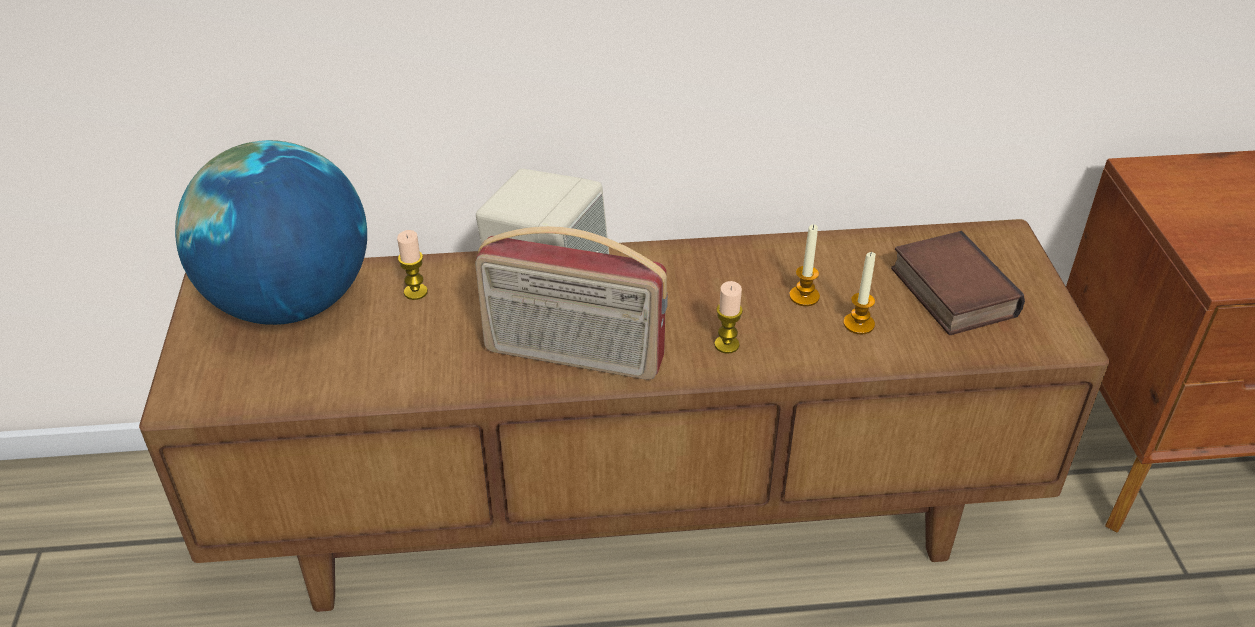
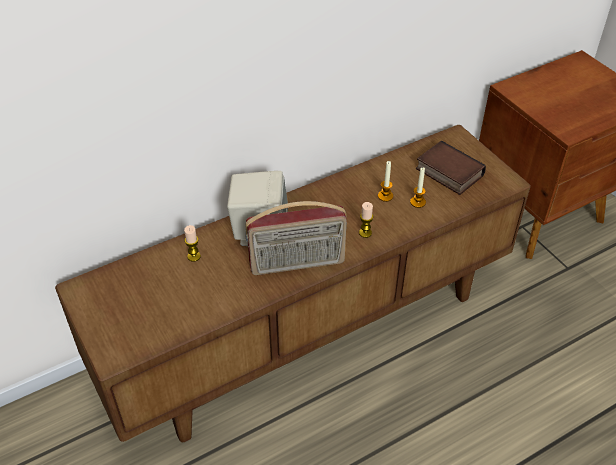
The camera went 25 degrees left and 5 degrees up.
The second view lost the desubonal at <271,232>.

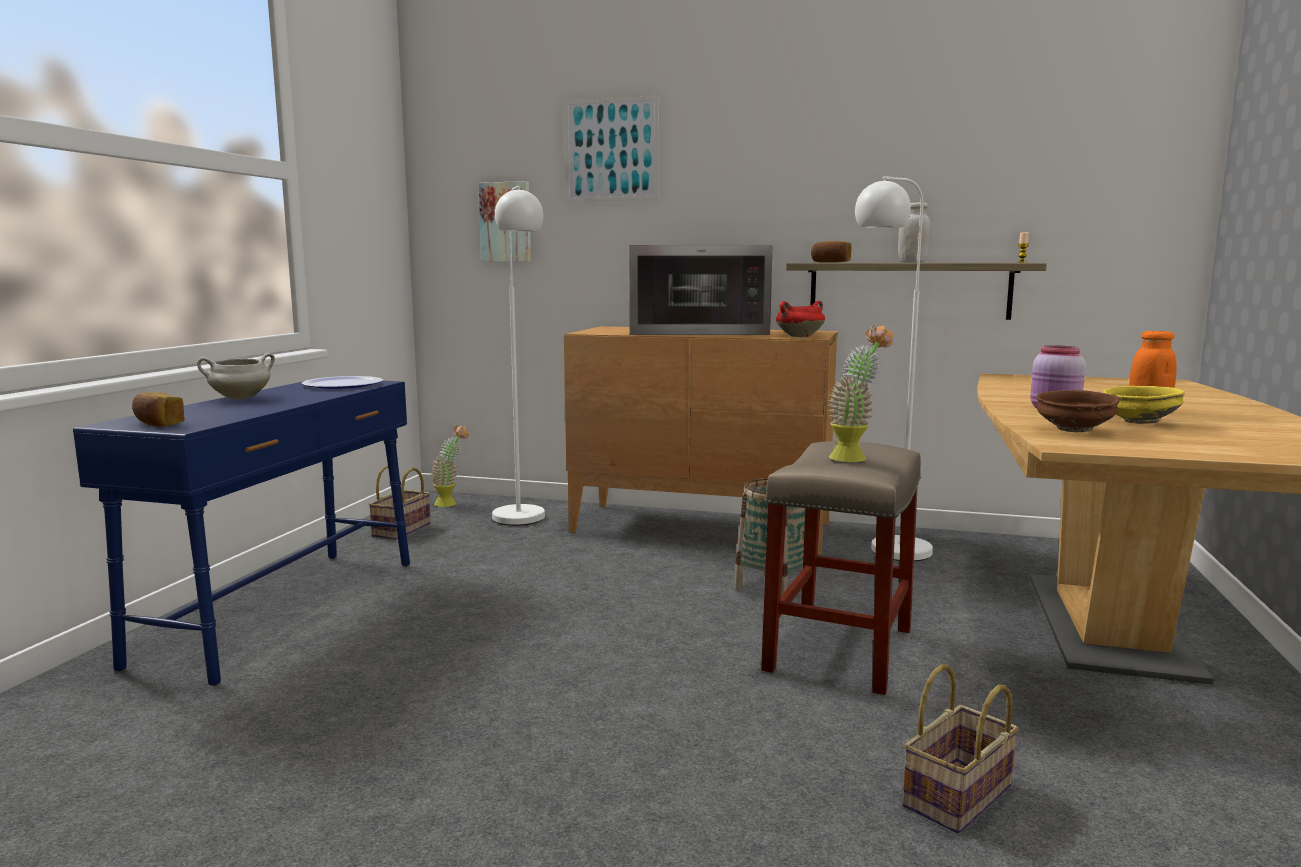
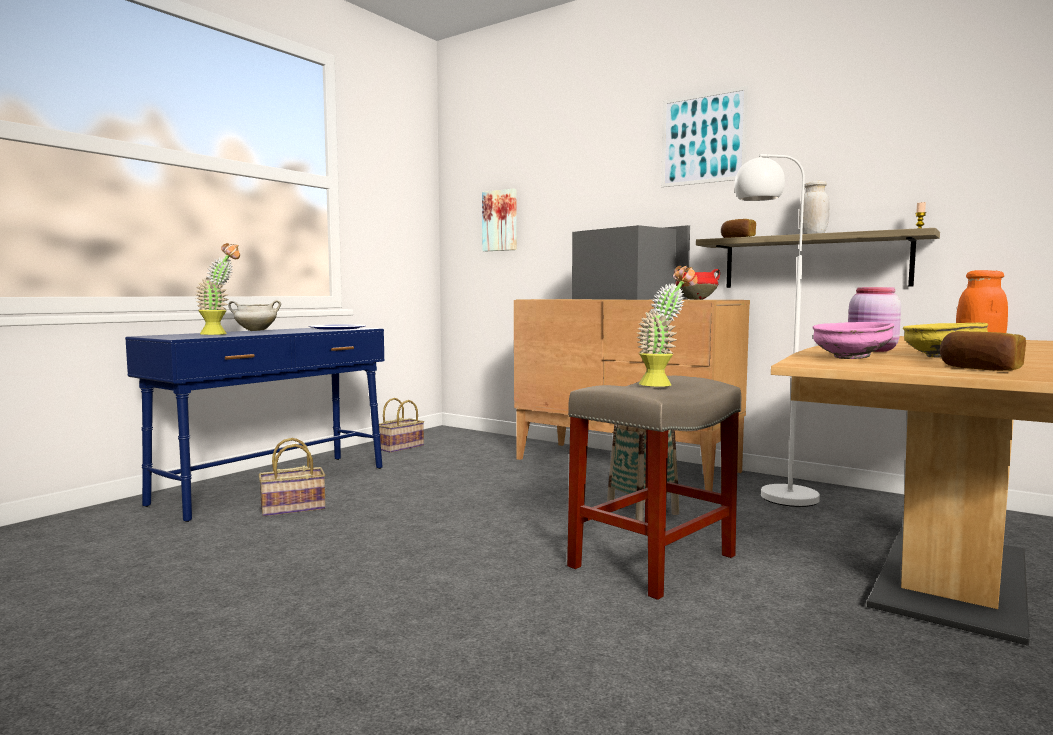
The camera went 20 degrees right and 5 degrees down.
The second view lost the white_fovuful at <518,355>.
The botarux ended up elsewhere, having gone from <158,409> to <983,351>.
The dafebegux ended up elsewhere, having gone from <449,466> to <217,289>.
The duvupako ended up elsewhere, having gone from <611,148> to <704,136>.
The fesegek ended up elsewhere, having gone from <960,749> to <292,477>.
What was the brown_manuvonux at <1078,411> turned into the pink_manuvonux at <853,340>.
The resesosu at <701,290> ended up facing another way, 150 degrees counterclockwise from before.

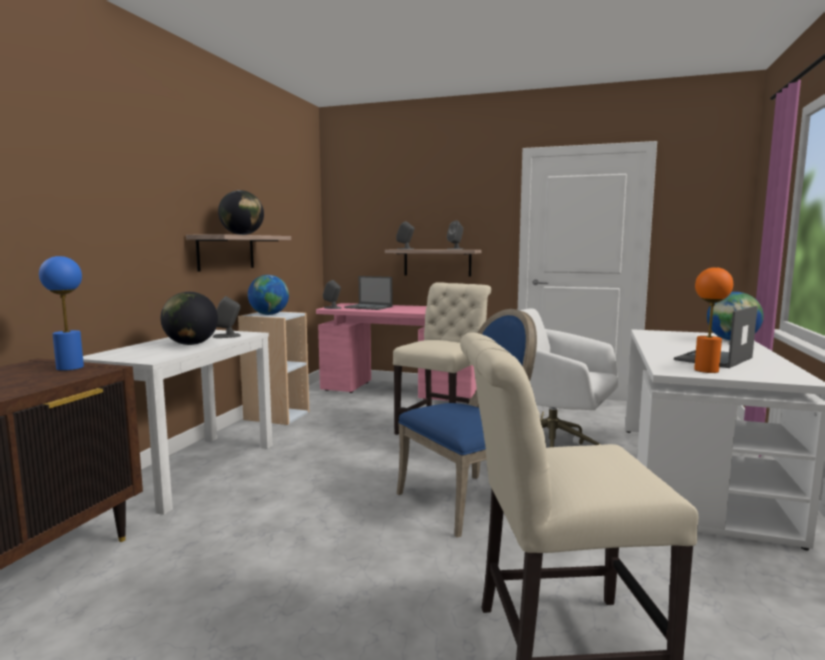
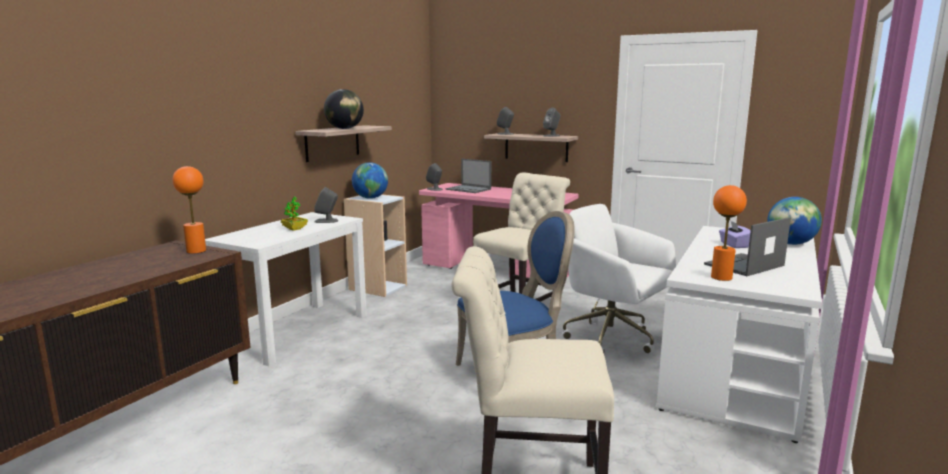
The camera went 10 degrees right and 5 degrees up.
The second view gained the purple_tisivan at <735,234>.
Where the desubonal stood at <189,318>, the dafebegux came to stand at <294,213>.
What was the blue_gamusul at <61,313> turned into the orange_gamusul at <189,210>.

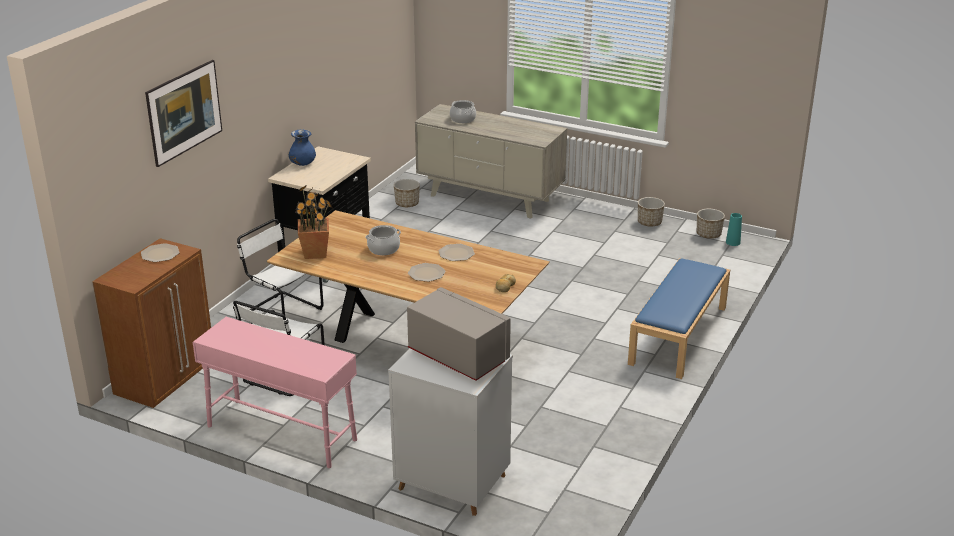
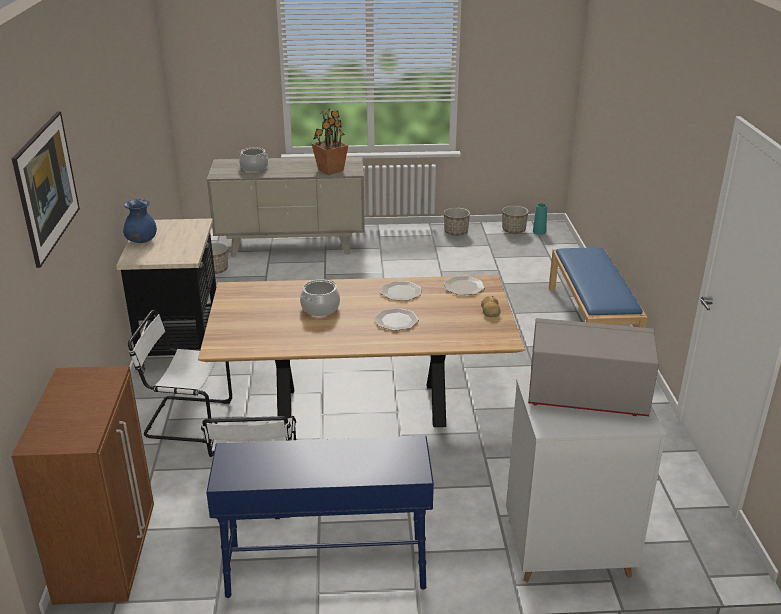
The camera went 30 degrees left and 0 degrees up.
The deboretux ended up elsewhere, having gone from <160,252> to <464,285>.
The dafebegux ended up elsewhere, having gone from <313,222> to <330,142>.
What was the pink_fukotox at <275,392> turned into the blue_fukotox at <320,517>.

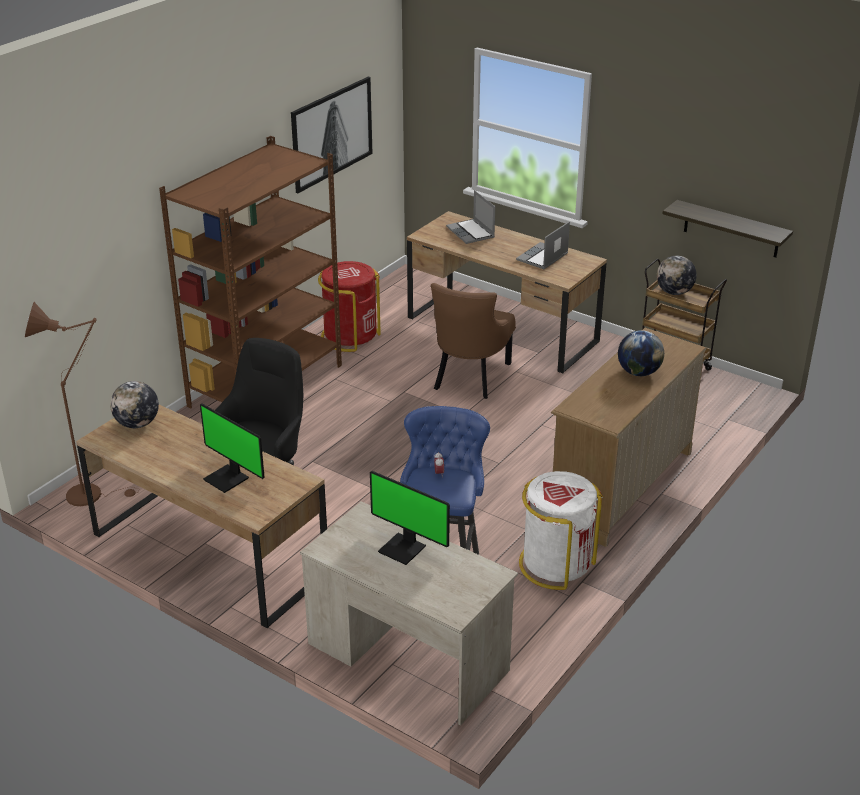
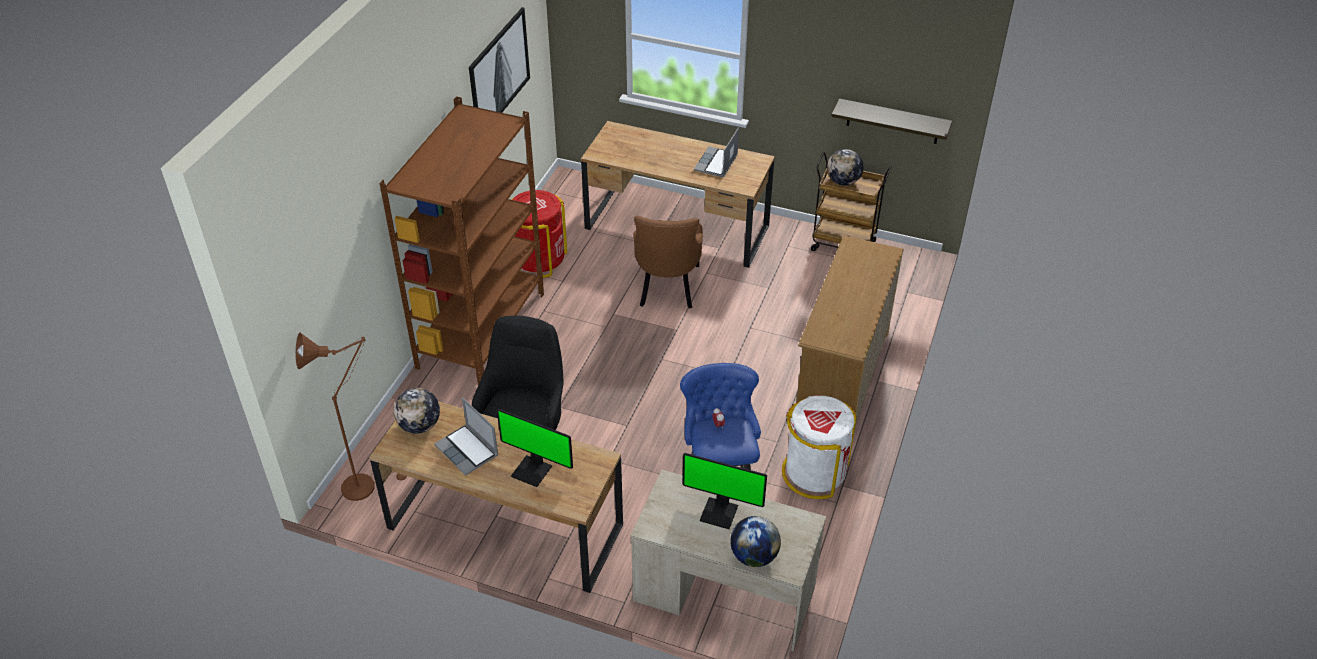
The camera went 15 degrees left and 10 degrees up.
The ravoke ended up elsewhere, having gone from <470,217> to <466,436>.
The desubonal ended up elsewhere, having gone from <641,353> to <755,541>.

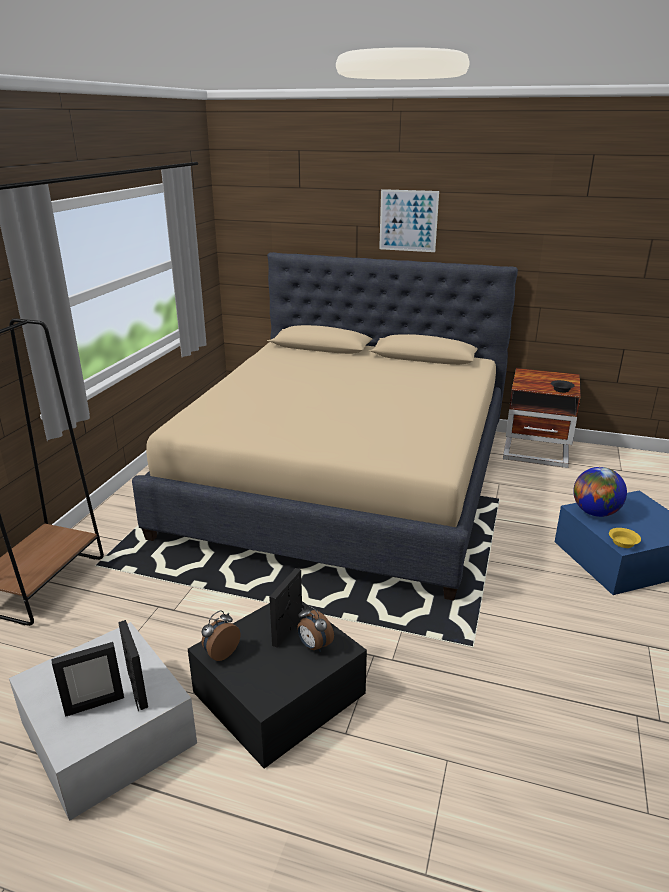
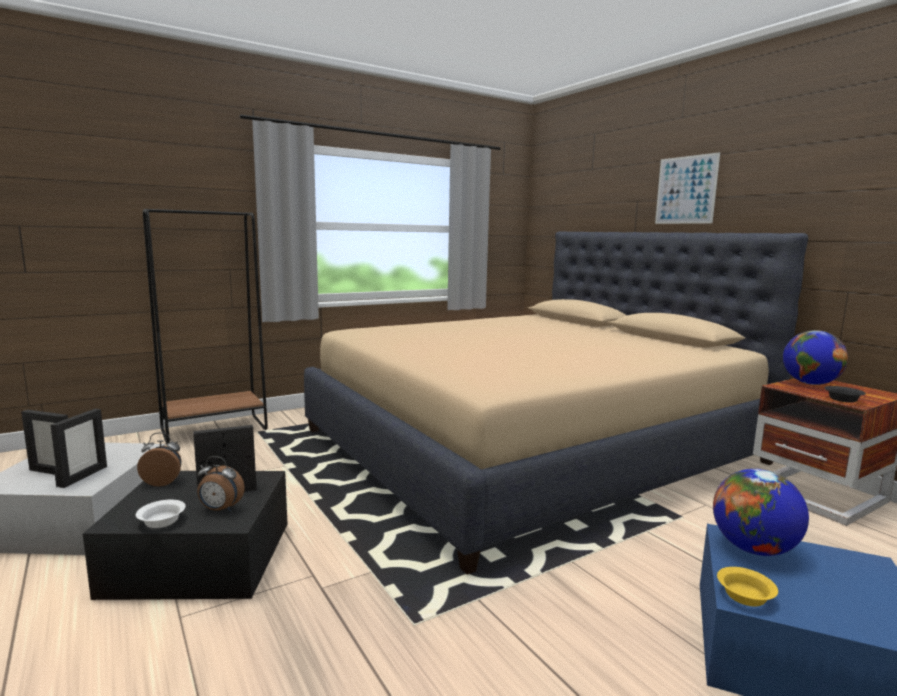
The camera went 40 degrees right and 15 degrees down.
The second view gained the white_manuvonux at <161,514>.
The second view gained the desubonal at <815,357>.
The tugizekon at <315,628> ended up facing another way, 75 degrees counterclockwise from before.

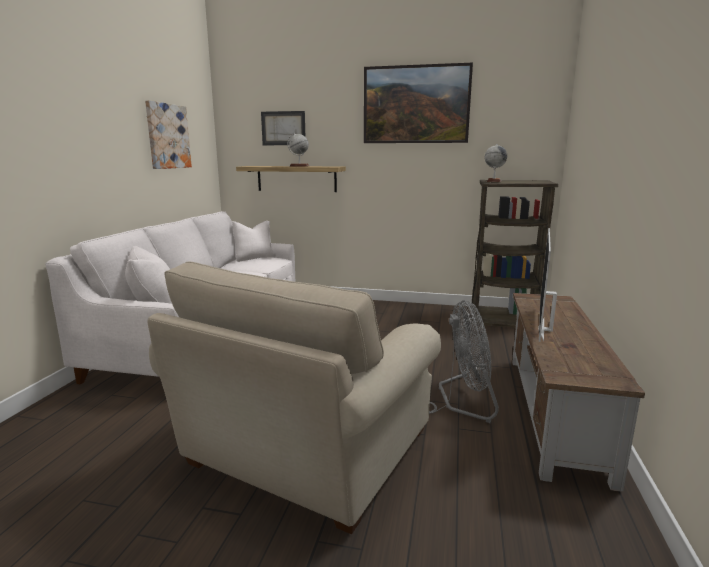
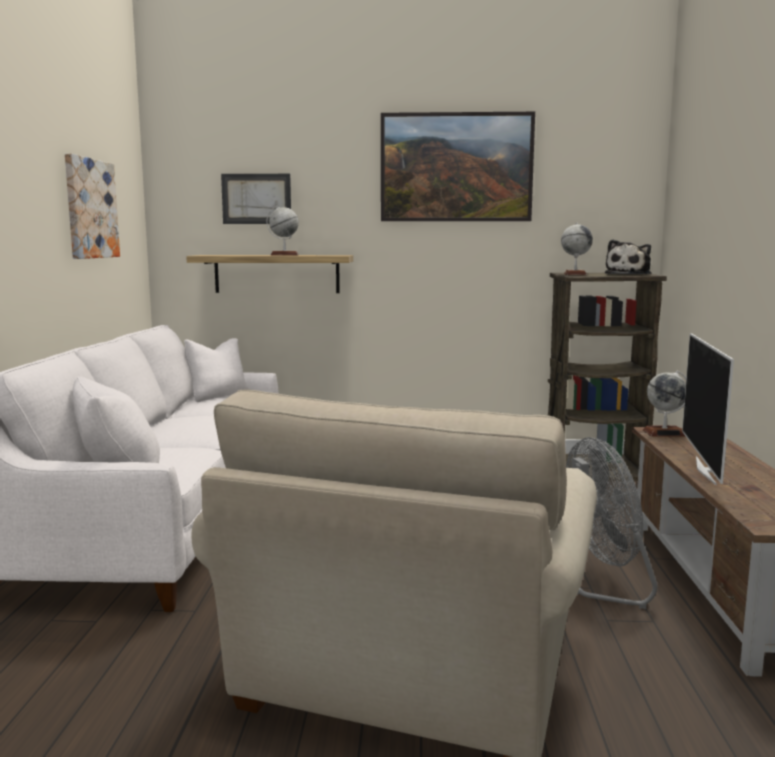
The camera went 10 degrees left and 5 degrees down.
The second view gained the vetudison at <628,257>.
The second view gained the desubonal at <664,403>.

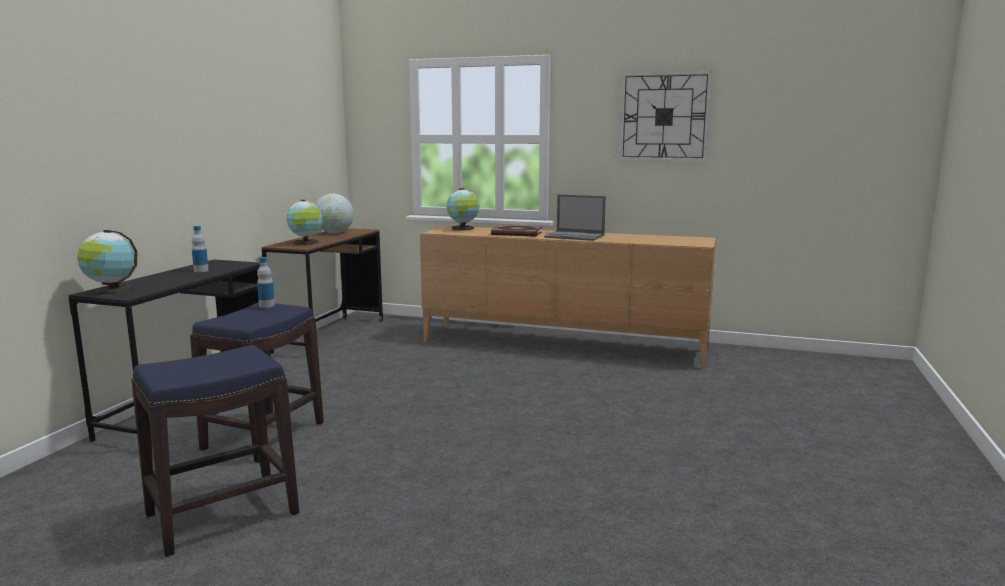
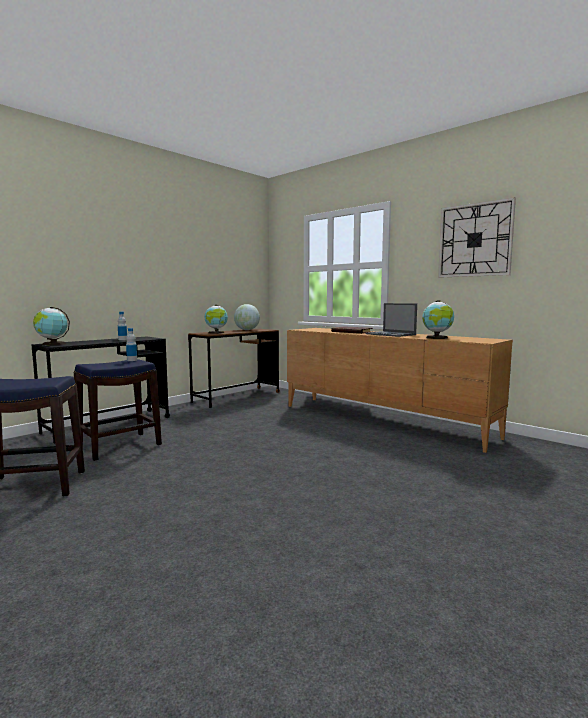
The camera went 25 degrees right and 5 degrees down.
The desubonal ended up elsewhere, having gone from <463,209> to <438,320>.

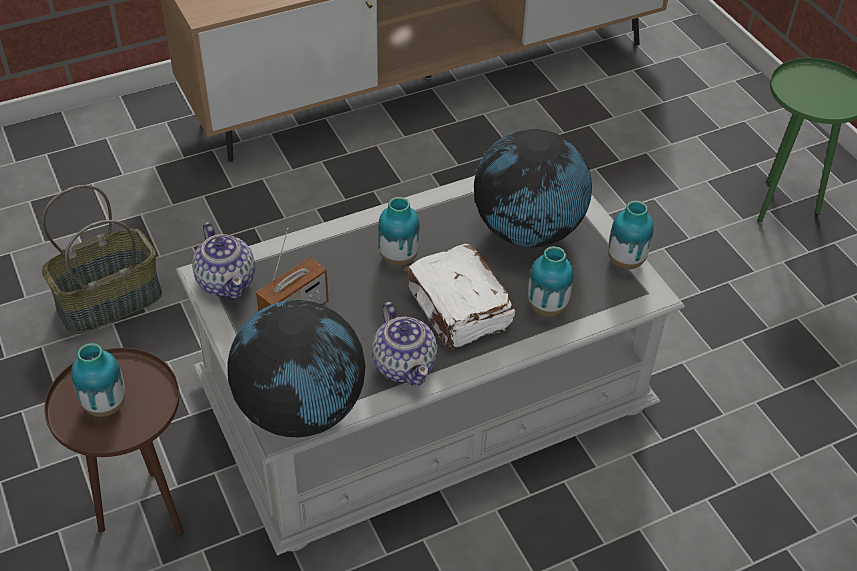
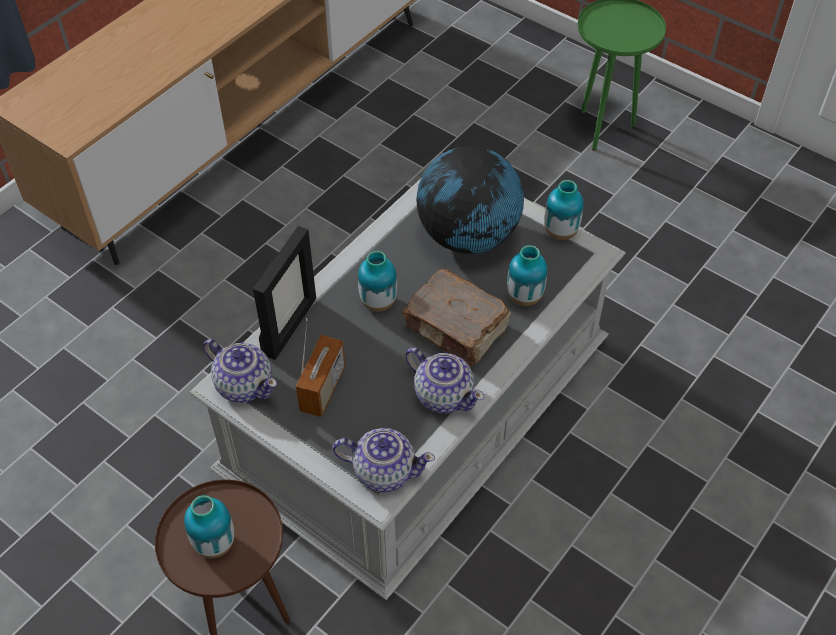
The camera went 25 degrees left and 5 degrees up.
The second view lost the fesegek at <102,259>.
The second view gained the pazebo at <284,293>.
Where the desubonal stood at <296,368>, the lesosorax came to stand at <384,460>.
What was the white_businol at <460,297> turned into the brown_businol at <456,318>.

